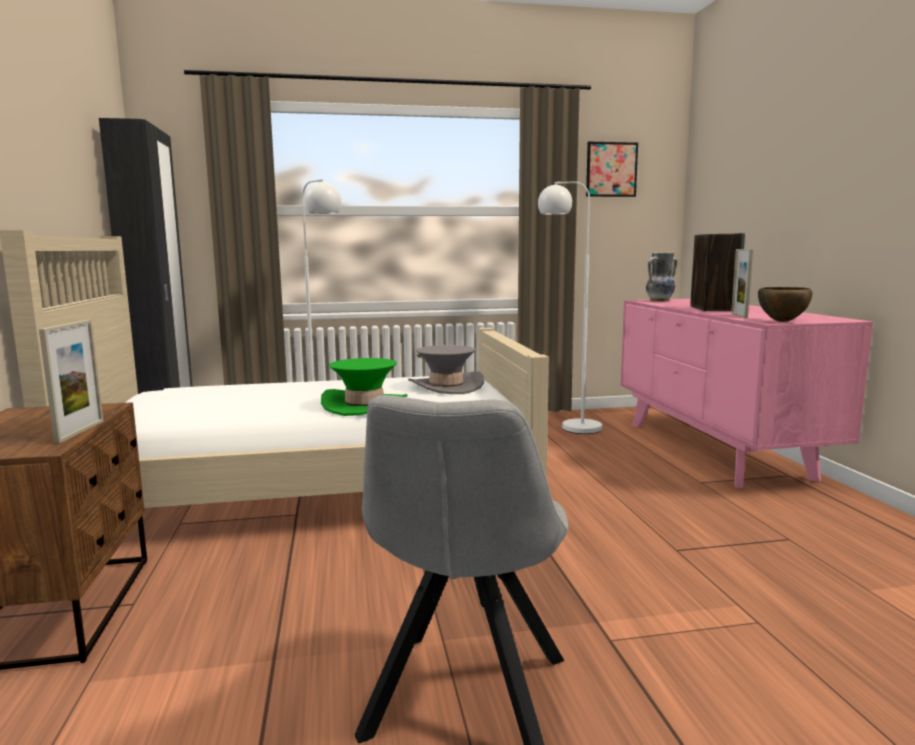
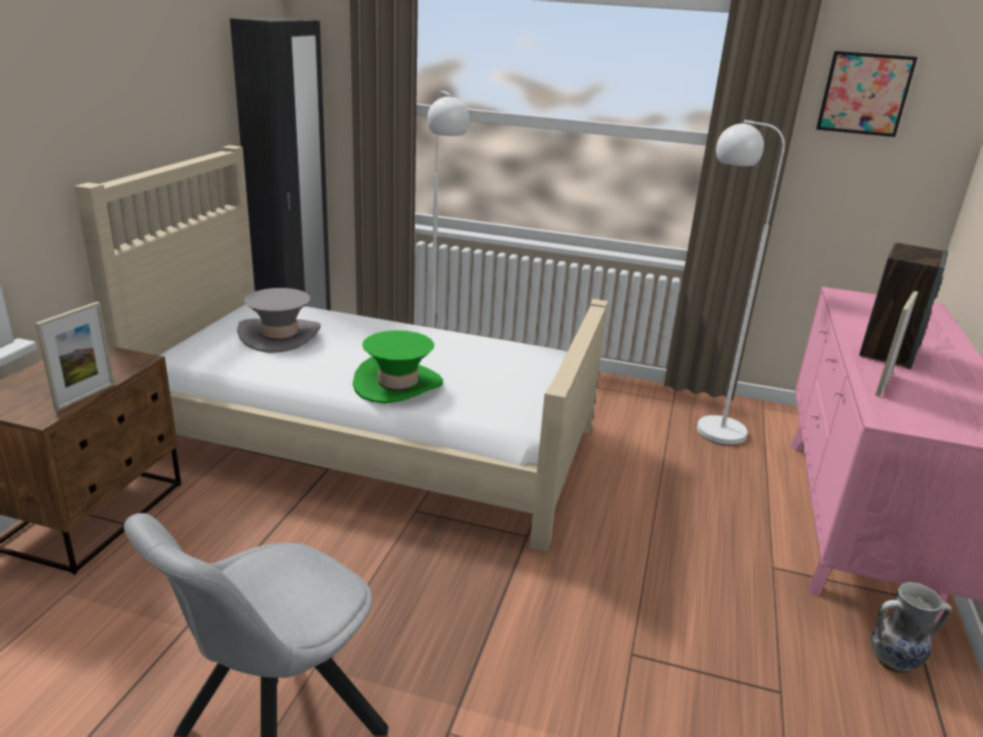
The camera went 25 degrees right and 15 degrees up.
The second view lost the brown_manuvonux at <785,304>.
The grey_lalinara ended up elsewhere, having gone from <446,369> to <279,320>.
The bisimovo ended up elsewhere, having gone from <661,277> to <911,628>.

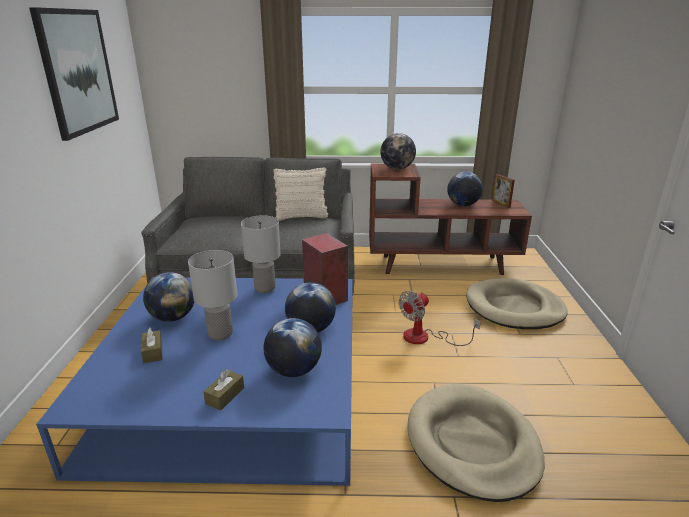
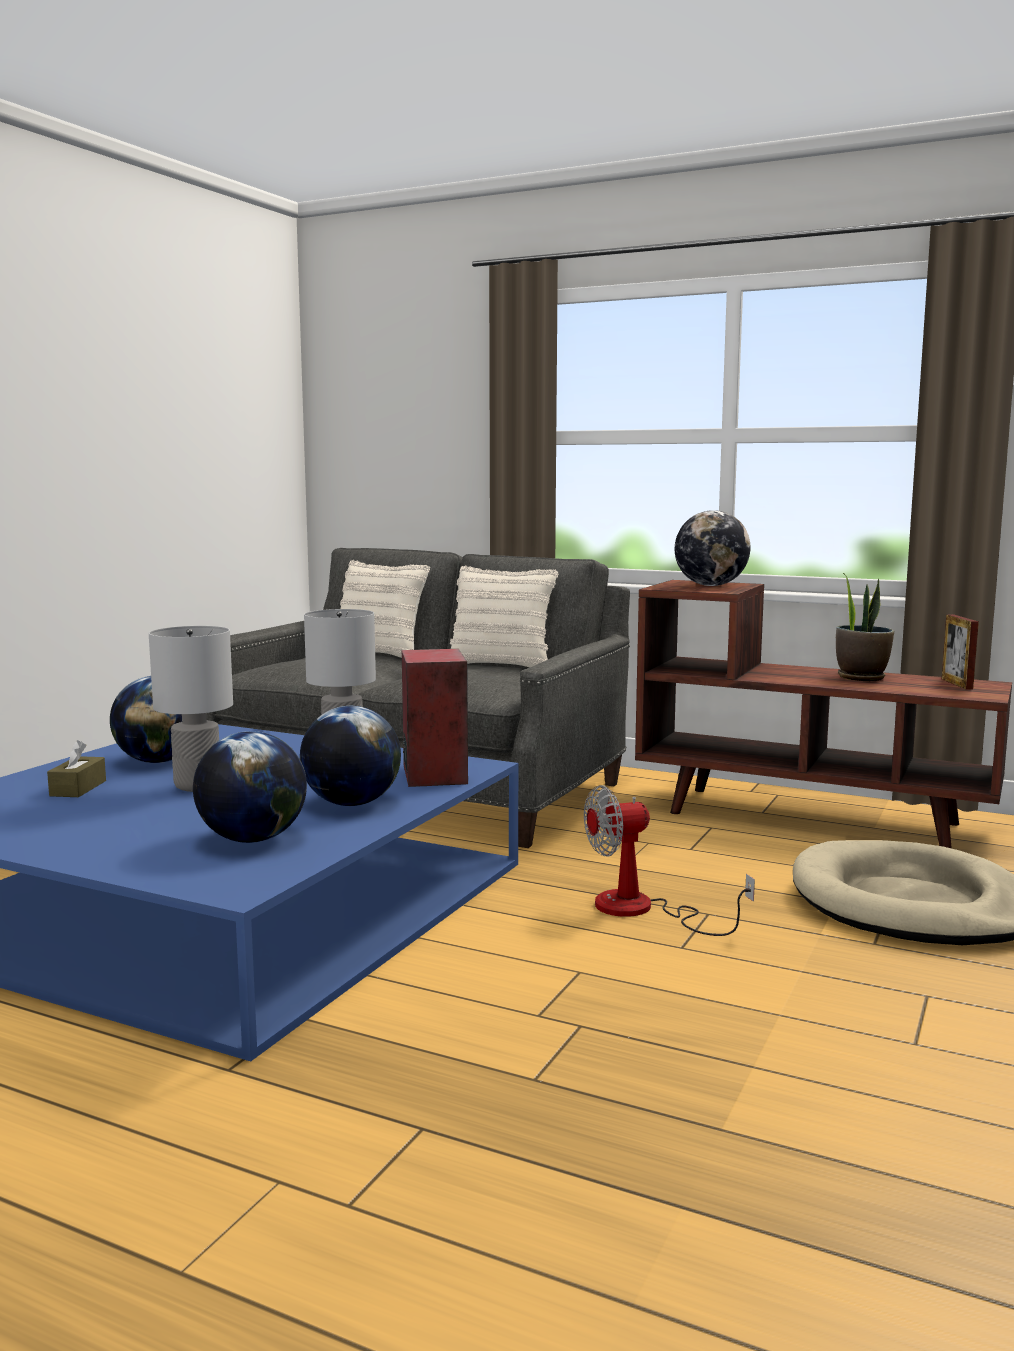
The camera went 25 degrees right and 15 degrees down.
The second view lost the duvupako at <74,74>.
The second view lost the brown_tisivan at <223,389>.
The second view lost the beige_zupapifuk at <476,443>.
The second view gained the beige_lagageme at <385,609>.
Where the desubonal stood at <465,189>, the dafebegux came to stand at <865,627>.

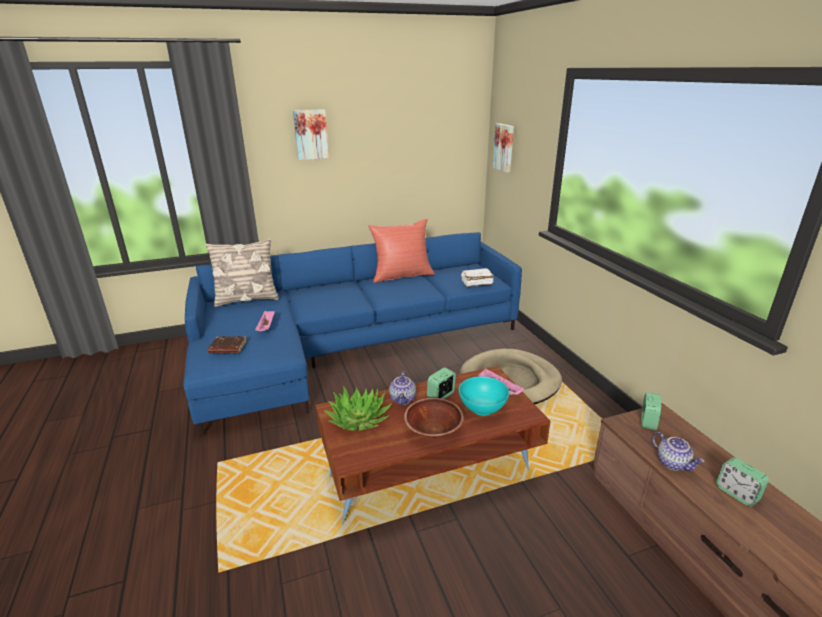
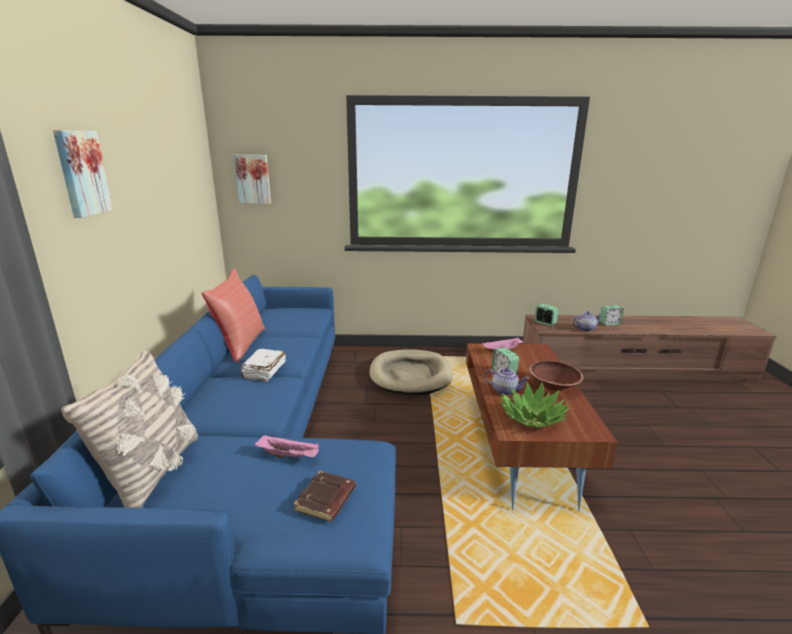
The camera went 70 degrees left and 5 degrees down.
The second view lost the turquoise_manuvonux at <484,396>.
The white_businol ended up elsewhere, having gone from <477,277> to <263,365>.

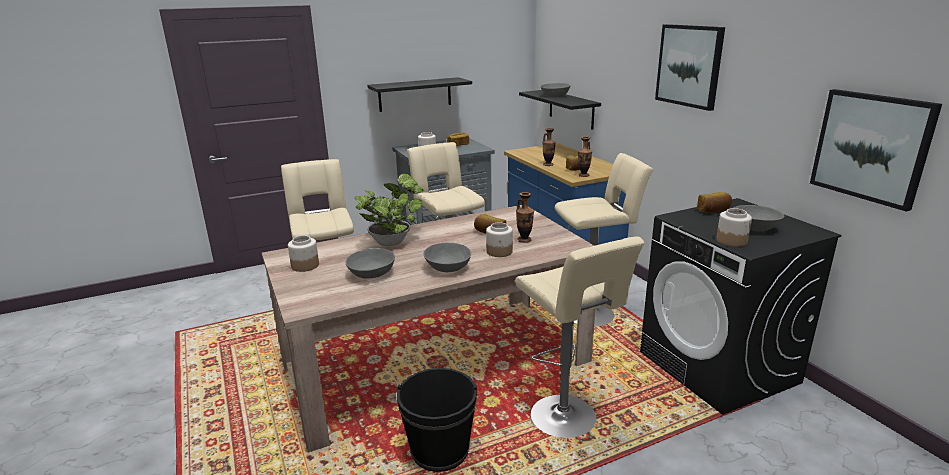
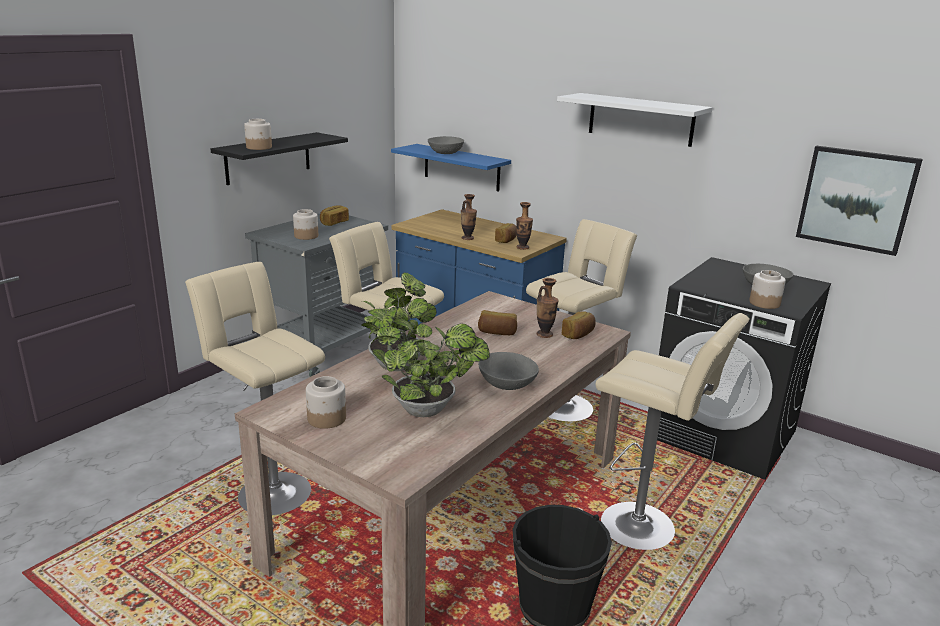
The camera went 30 degrees left and 0 degrees up.
The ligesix ended up elsewhere, having gone from <499,239> to <258,134>.
The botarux ended up elsewhere, having gone from <714,202> to <579,325>.
Where the grey_manuvonux stood at <370,263>, the dafebegux came to stand at <431,370>.
Where the duvupako hung at <690,67>, the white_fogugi came to hang at <635,120>.
What was the black_fogugi at <560,110> turned into the blue_fogugi at <451,168>.

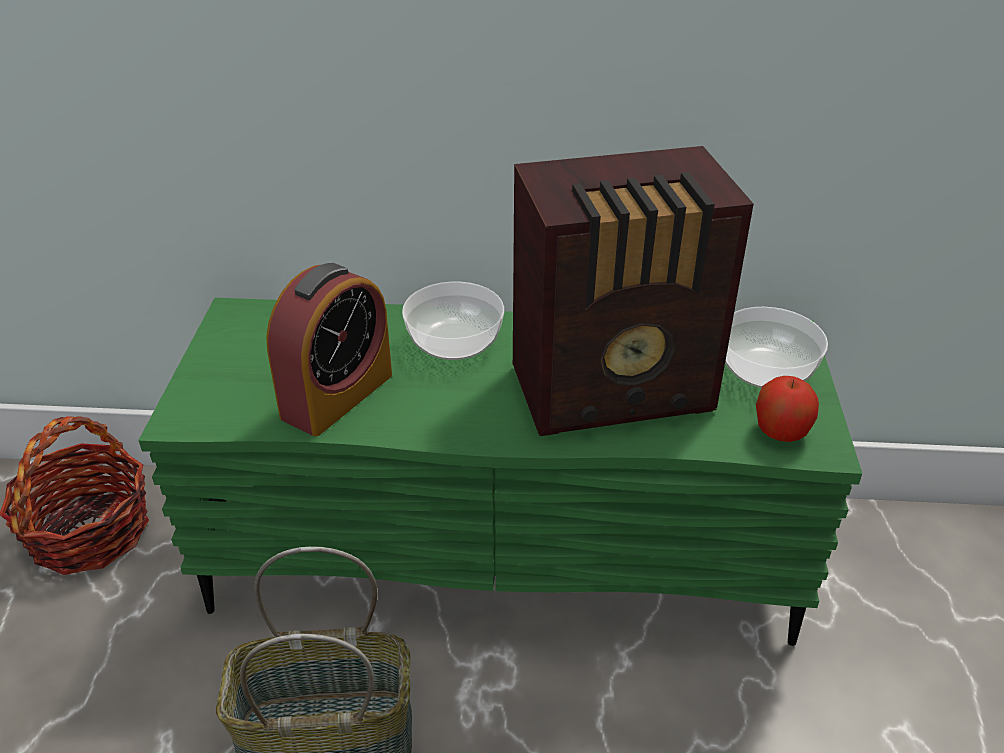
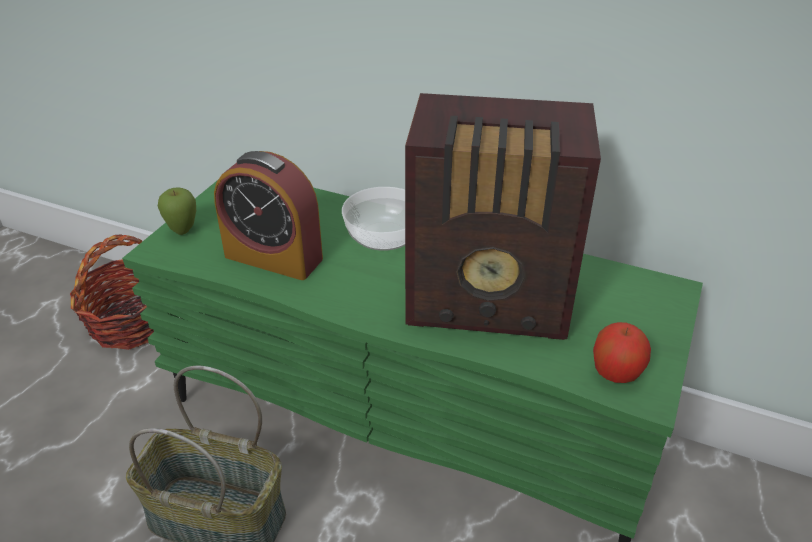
The camera went 20 degrees right and 0 degrees up.
The second view lost the manuvonux at <776,347>.
The second view gained the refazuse at <177,211>.
The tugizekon at <329,349> ended up facing another way, 60 degrees clockwise from before.

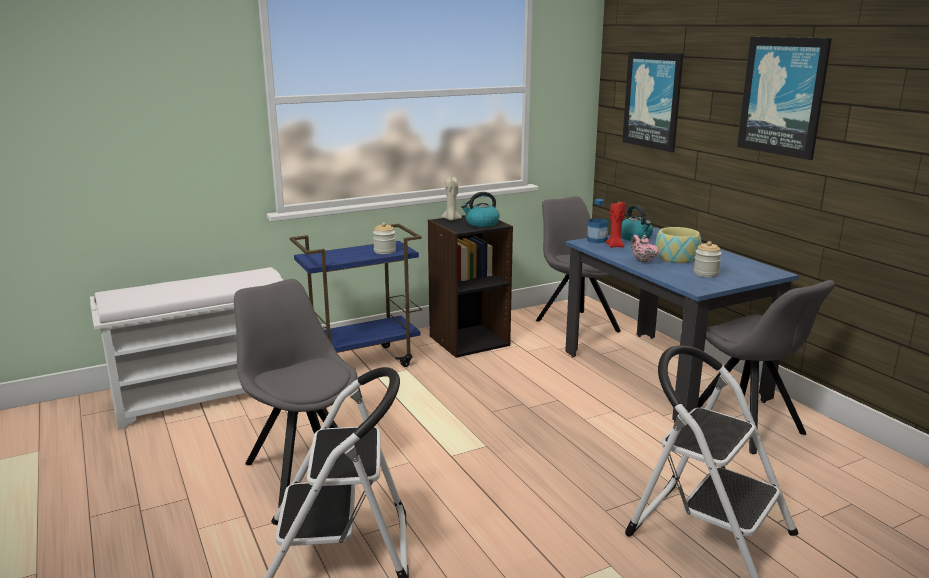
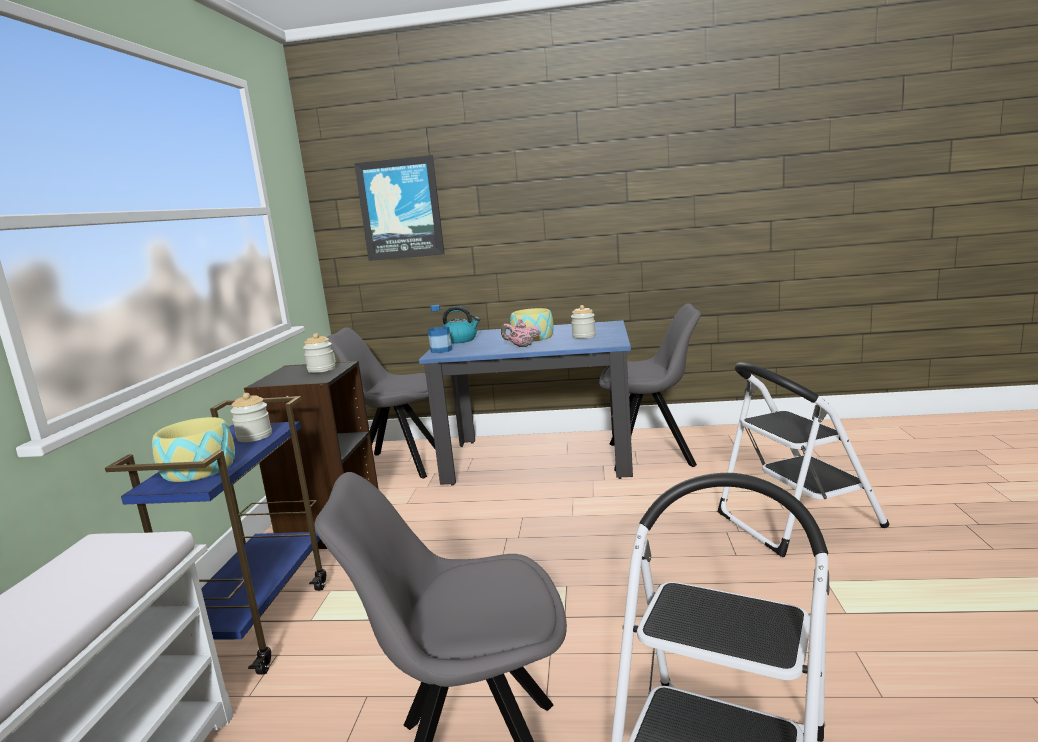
The camera went 55 degrees left and 5 degrees down.
The second view lost the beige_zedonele at <451,198>.
The second view lost the red_zedonele at <615,225>.
The second view lost the duvupako at <784,98>.
The second view gained the manuvonux at <193,449>.
Where the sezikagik stood at <480,209>, the ligesix came to stand at <319,353>.

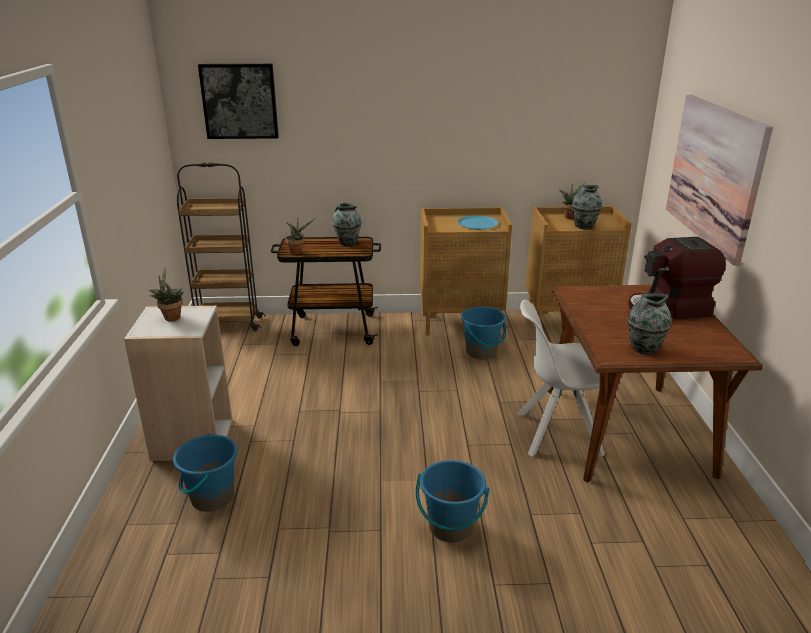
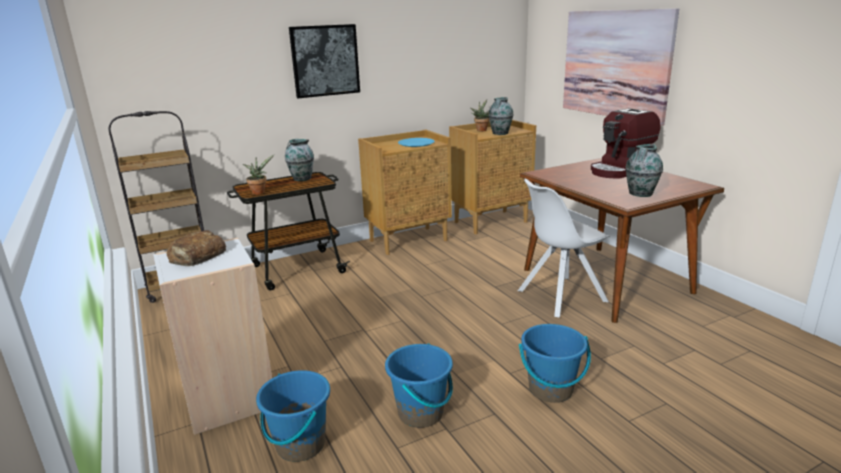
The camera went 25 degrees left and 5 degrees down.
The duvupako ended up elsewhere, having gone from <238,101> to <324,61>.
The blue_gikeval ended up elsewhere, having gone from <483,332> to <419,385>.
Where the dafebegux stood at <166,294>, the botarux came to stand at <196,248>.

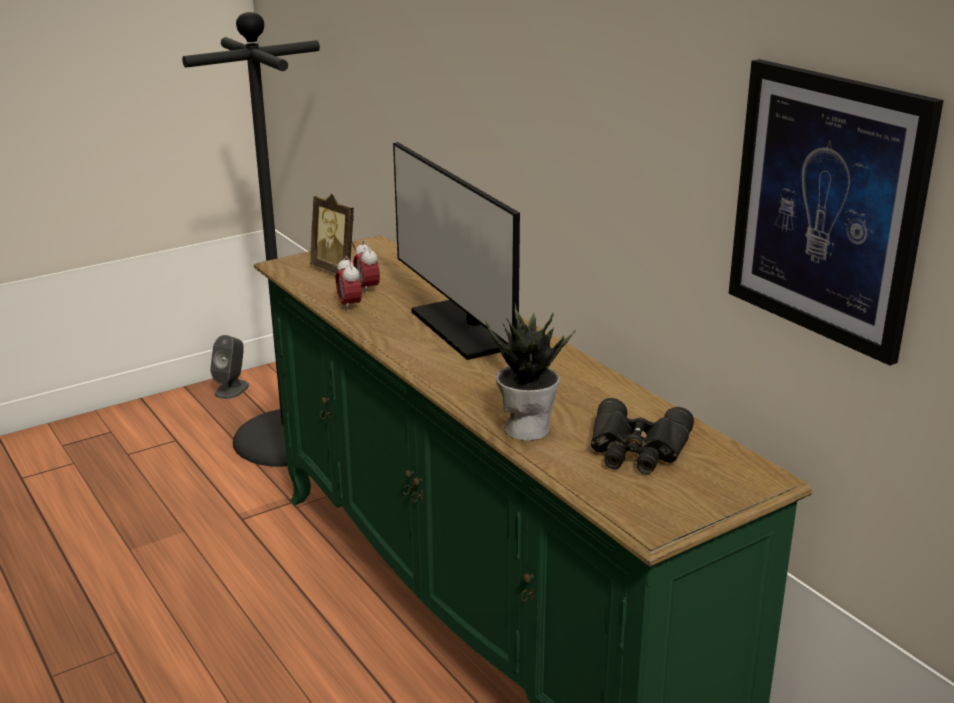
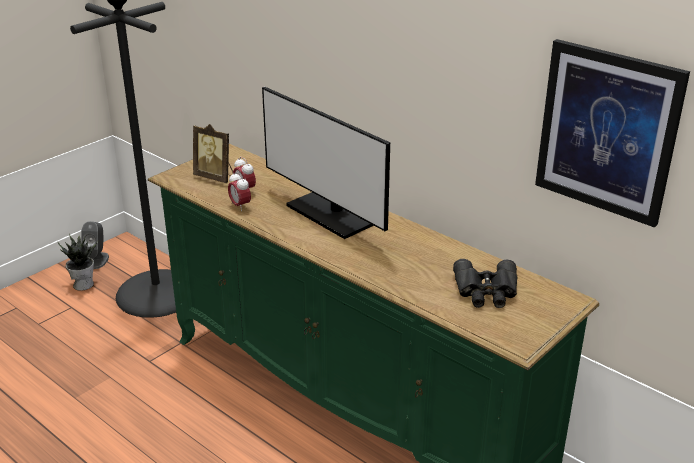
The camera went 15 degrees left and 5 degrees up.
The dafebegux ended up elsewhere, having gone from <531,372> to <78,261>.

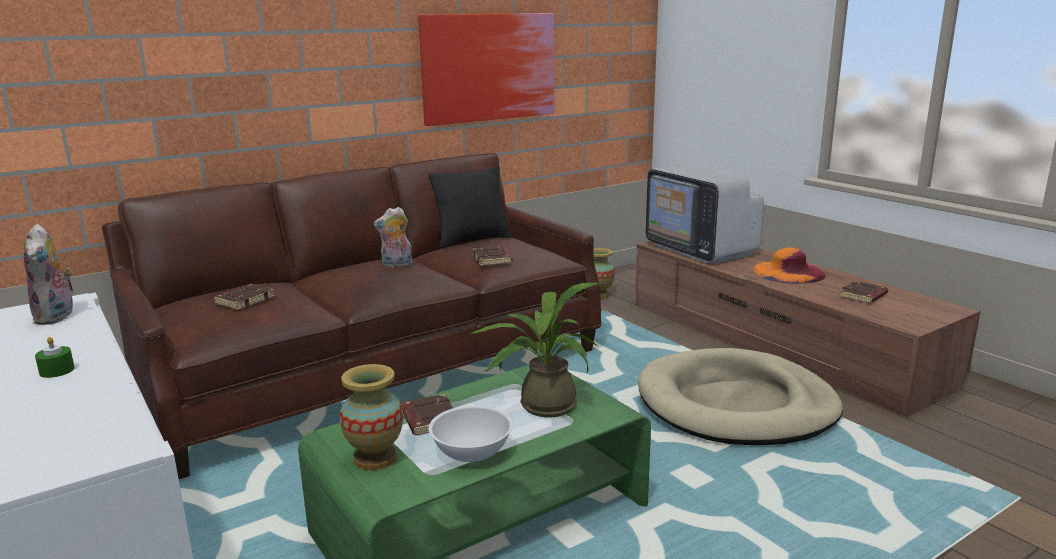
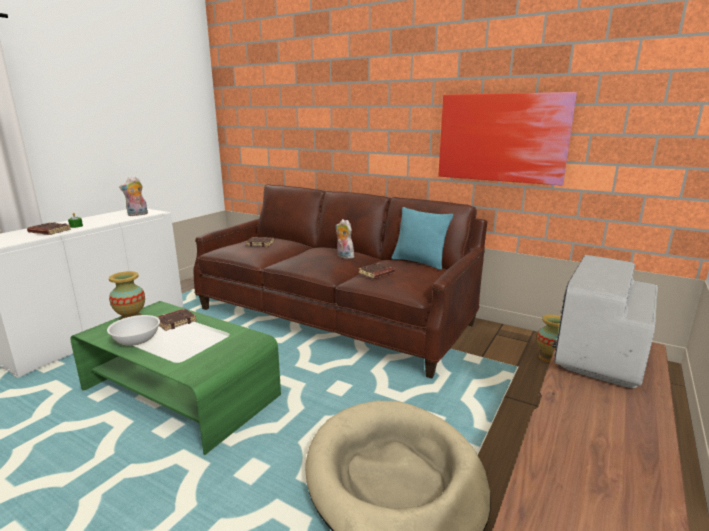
The camera went 65 degrees right and 0 degrees up.
The second view lost the dafebegux at <534,350>.
The second view lost the orange_lalinara at <789,266>.
The brown_businol ended up elsewhere, having gone from <863,292> to <49,228>.
What was the black_lagageme at <469,207> turned into the turquoise_lagageme at <422,238>.

